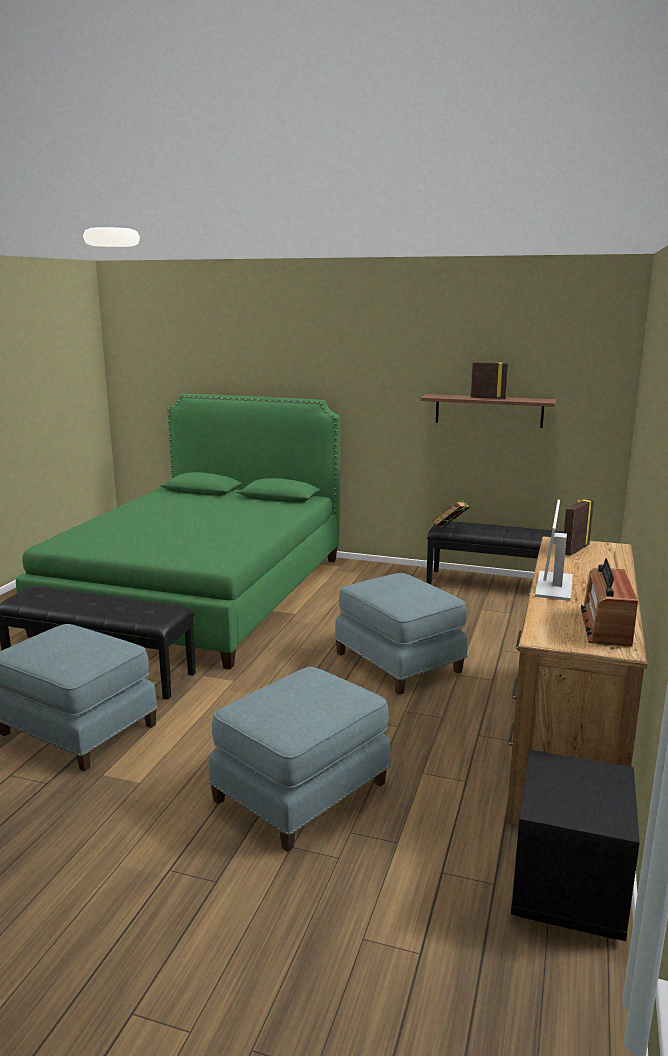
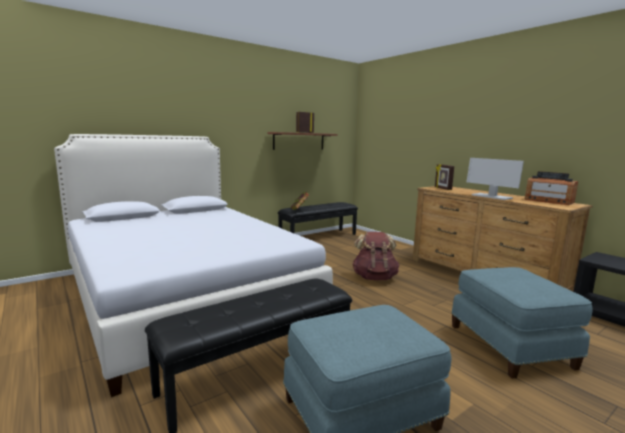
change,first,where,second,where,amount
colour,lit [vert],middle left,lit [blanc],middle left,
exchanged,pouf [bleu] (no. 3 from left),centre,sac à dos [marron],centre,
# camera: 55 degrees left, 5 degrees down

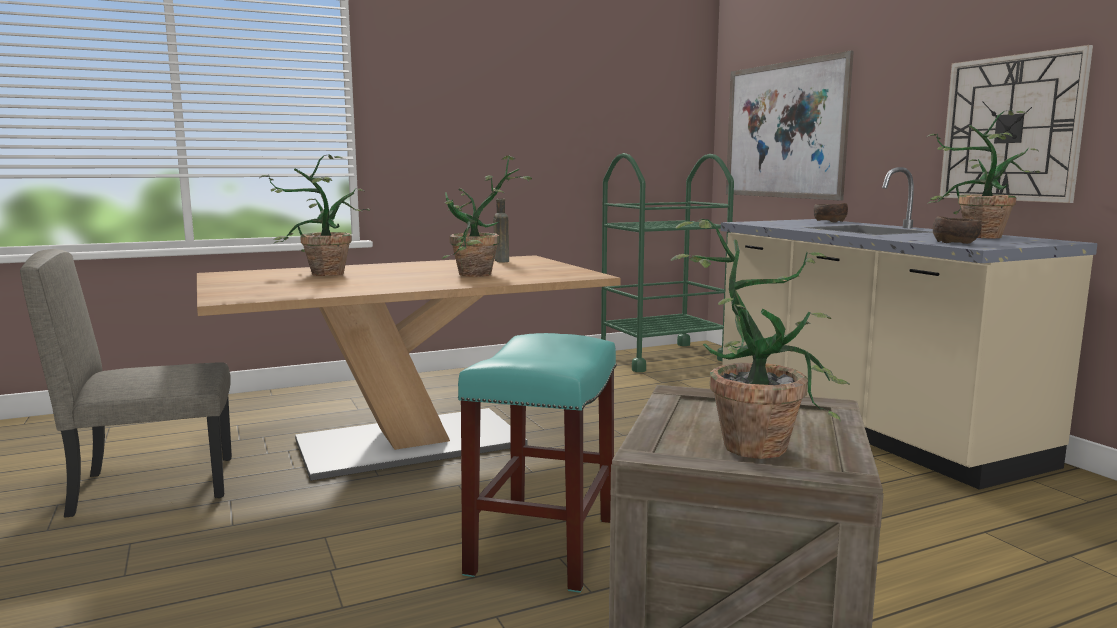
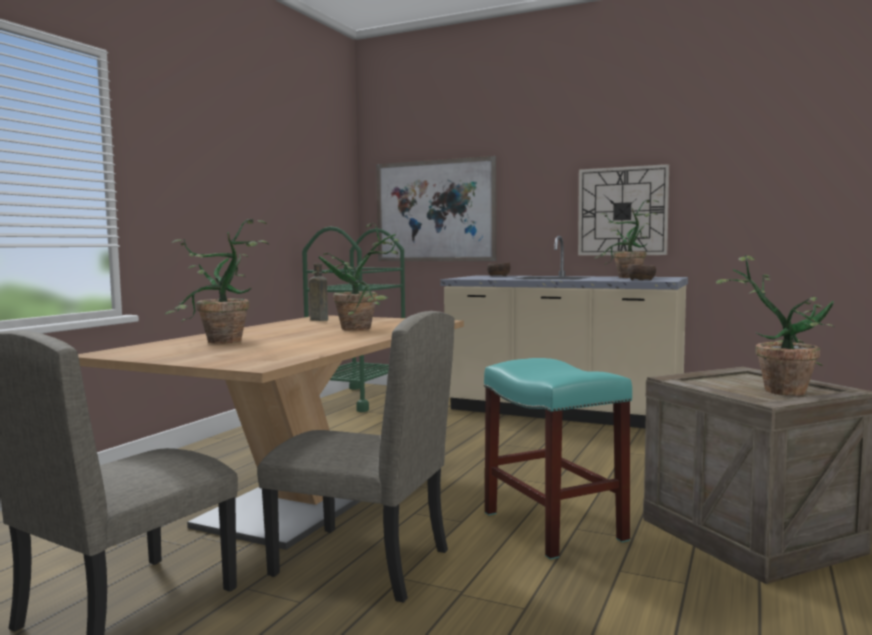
change,first,where,second,where,amount
appeared,,,chaise [beige] (no. 2 from left),bottom centre,
# camera: 40 degrees left, 5 degrees down

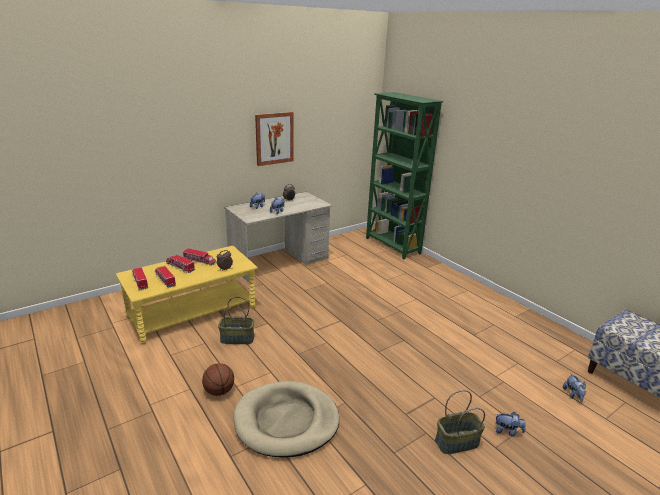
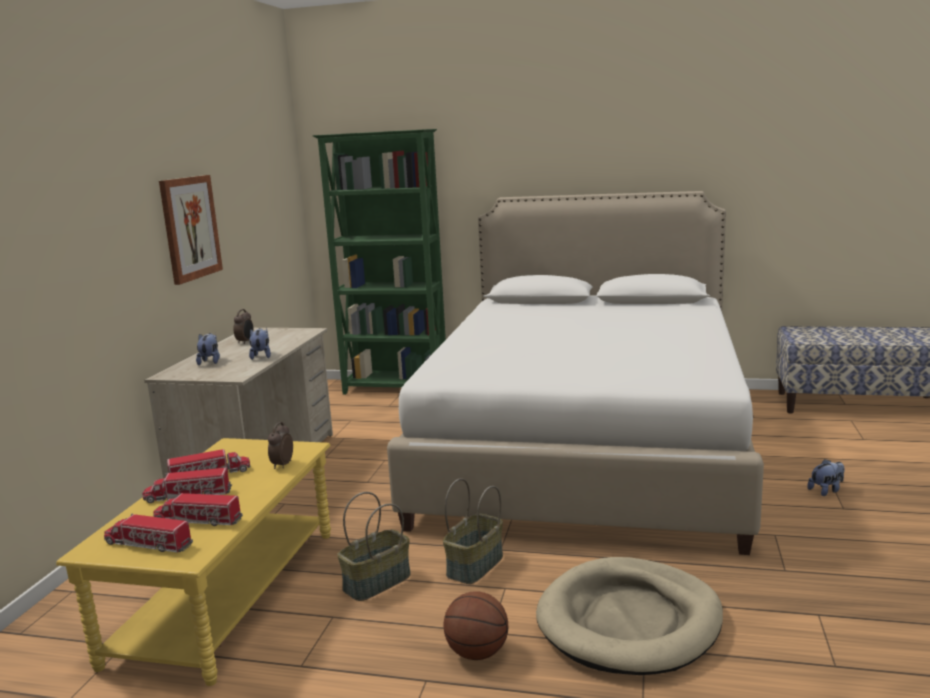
change,first,where,second,where,amount
missing,peluche (no. 4 from left),bottom right,,,
relocated,panier (no. 2 from left),bottom right,,bottom centre,
appeared,,,lit [blanc],centre,
# camera: 40 degrees left, 10 degrees down

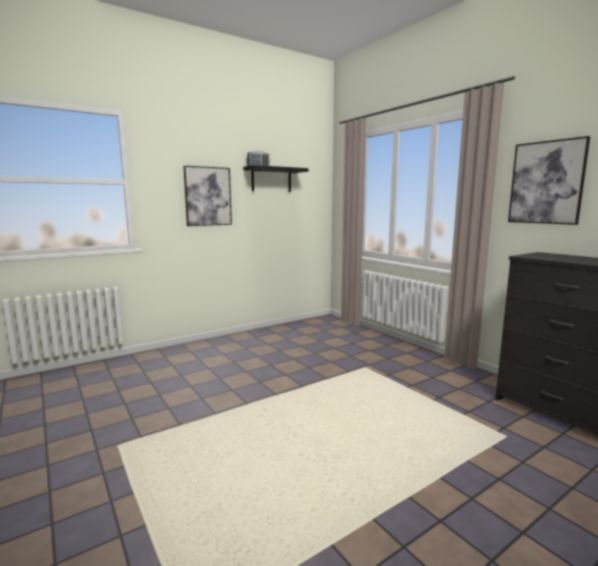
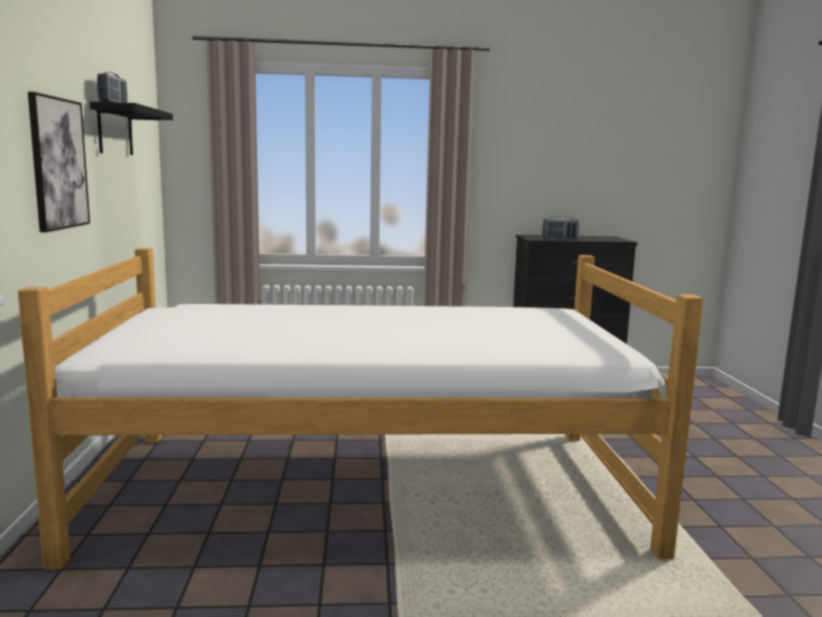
change,first,where,second,where,amount
missing,tableau (no. 2 from left),top right,,,
appeared,,,radio (no. 2 from left),middle right,
appeared,,,lit,centre,
# camera: 60 degrees left, 0 degrees up

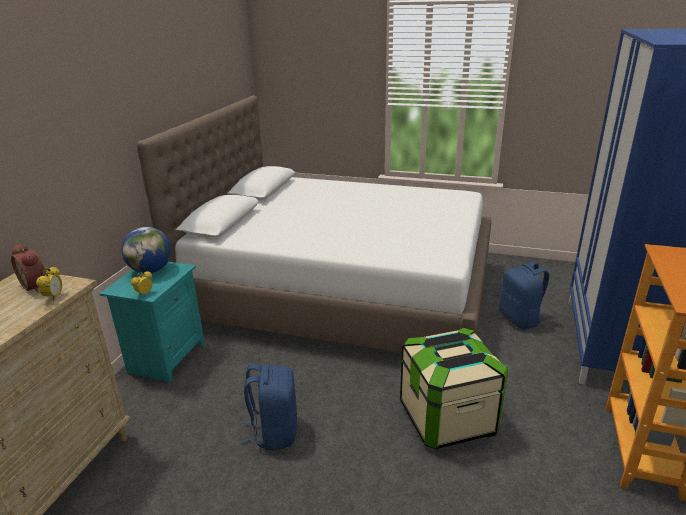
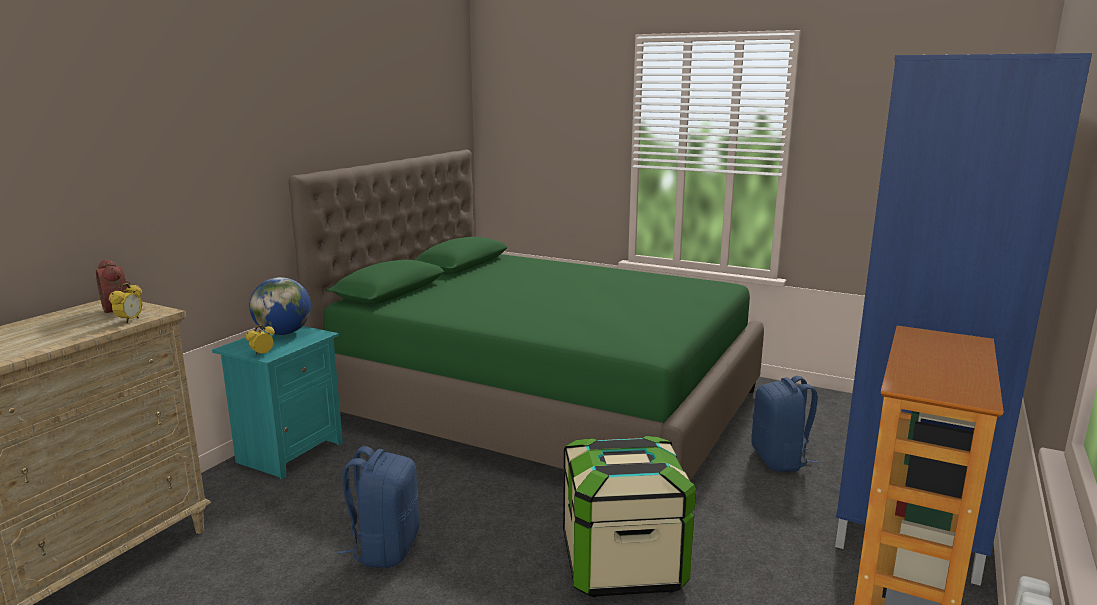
change,first,where,second,where,amount
colour,lit [blanc],centre,lit [vert],centre,
# camera: 10 degrees right, 10 degrees down

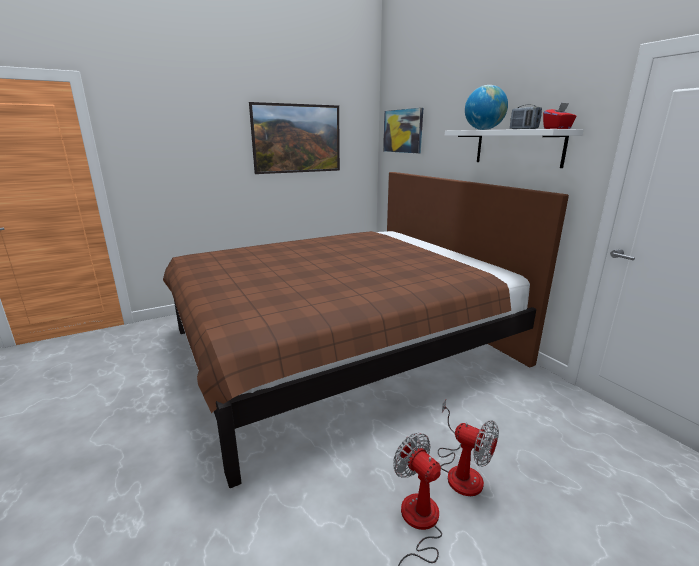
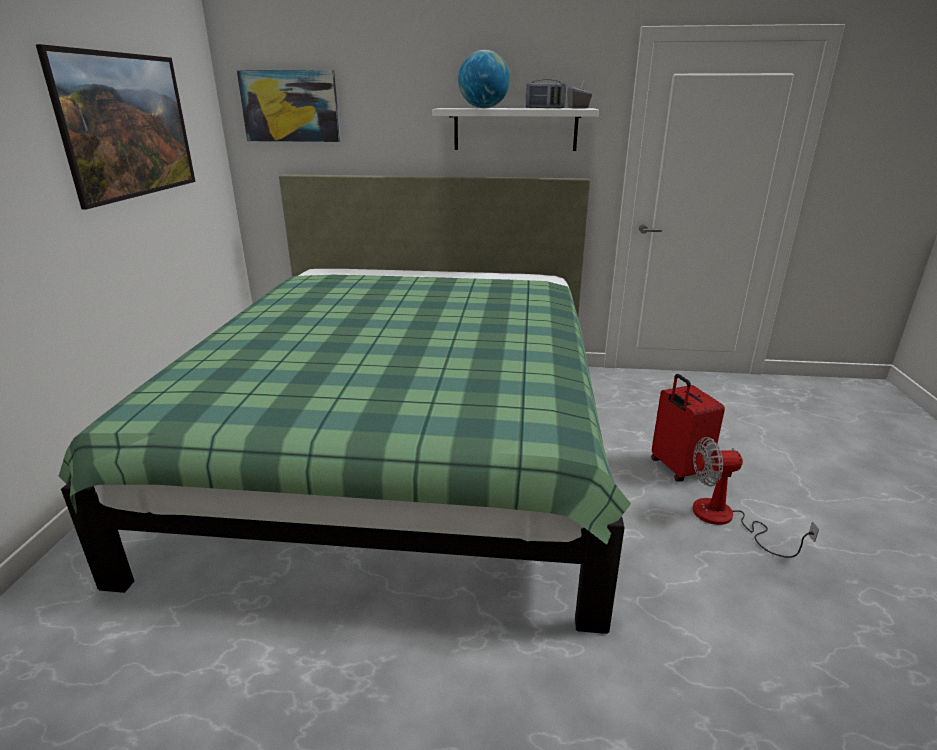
change,first,where,second,where,amount
colour,boîte à mouchoirs [rouge],top right,boîte à mouchoirs [gris],top centre,
colour,lit [marron],centre,lit [vert],centre,
exchanged,ventilateur (no. 2 from left),bottom right,valise [rouge],middle right,
# camera: 55 degrees left, 5 degrees up

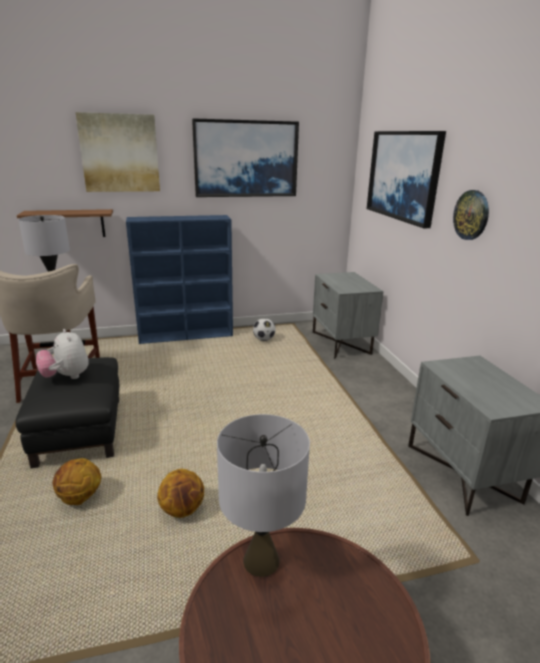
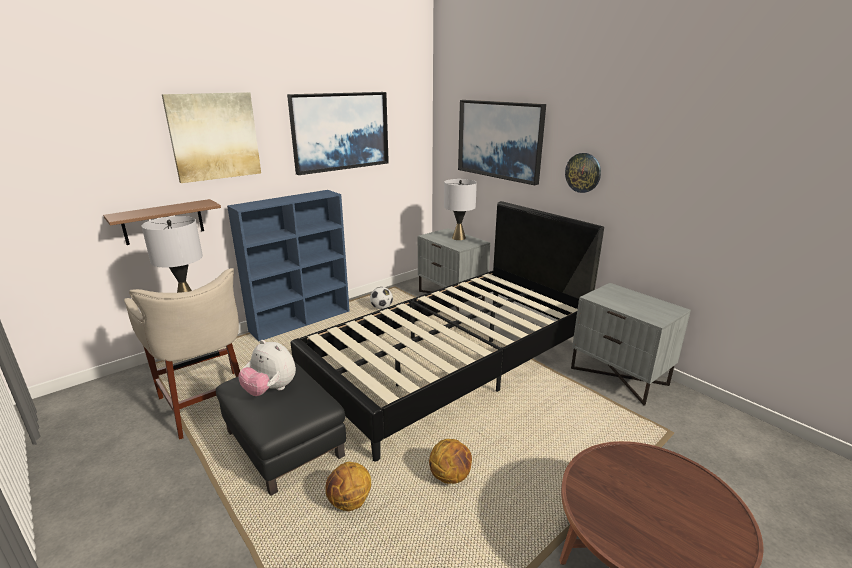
change,first,where,second,where,amount
relocated,lampe de table [gris] (no. 2 from left),bottom centre,,centre,
appeared,,,lit [noir],centre,
# camera: 25 degrees left, 0 degrees up

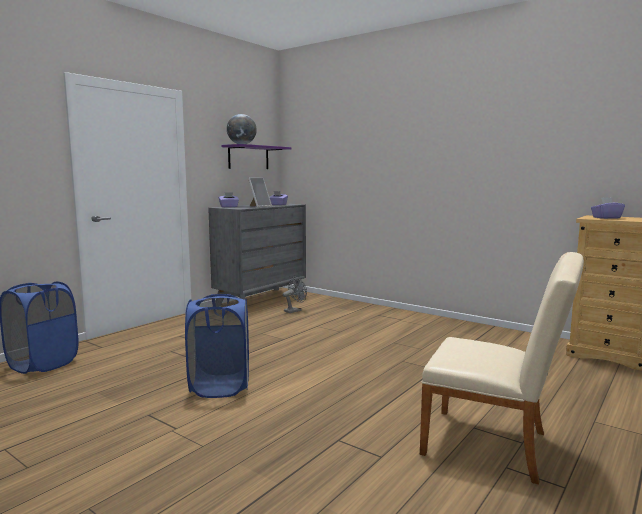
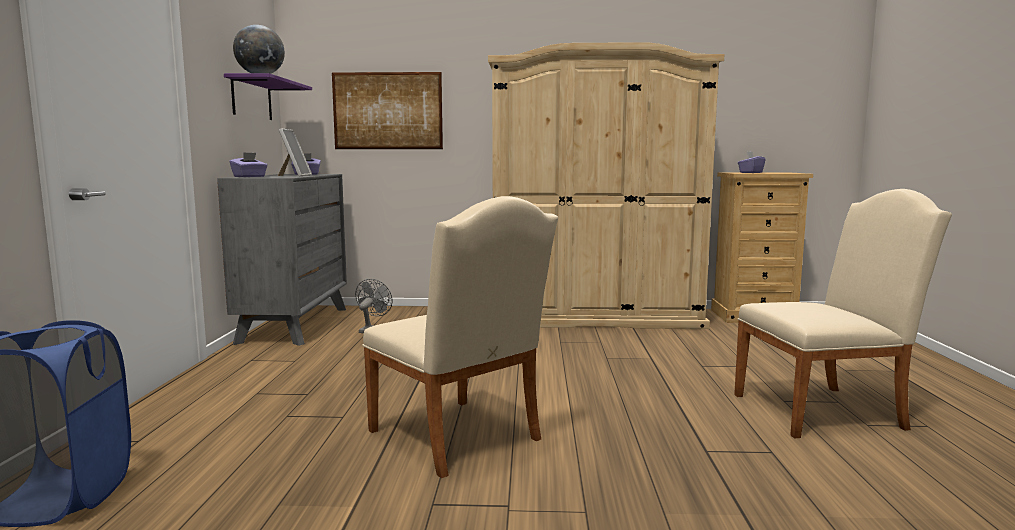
change,first,where,second,where,amount
exchanged,panier à linge [bleu] (no. 2 from left),bottom centre,chaise [beige] (no. 1 from left),centre,
appeared,,,armoire [beige],centre,
appeared,,,tableau,top centre,
# camera: 35 degrees left, 0 degrees up

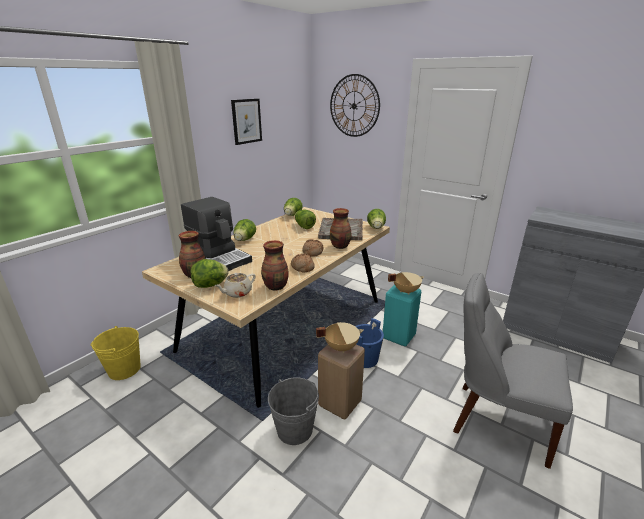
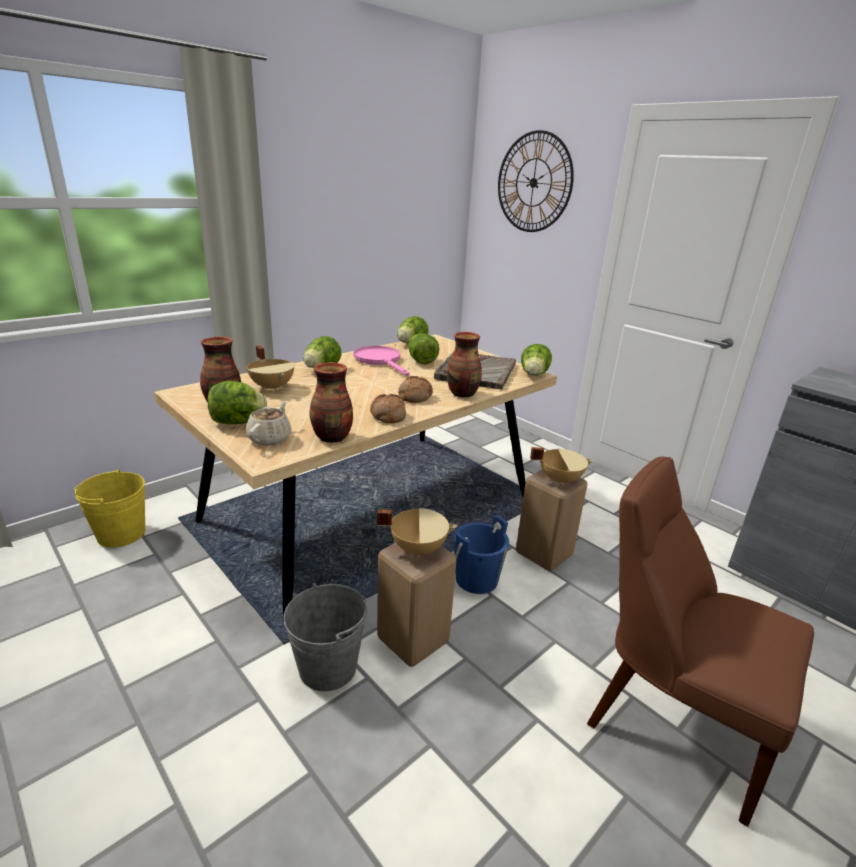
change,first,where,second,where,amount
missing,tableau,top centre,,,
exchanged,machine à café,centre,marmite [beige] (no. 1 from left),middle left,
spun,théière [beige],centre,,middle left,135 degrees clockwise
colour,chaise [gris],bottom right,chaise [marron],bottom right,
colour,tabouret [turquoise],centre,tabouret [beige] (no. 2 from left),centre,
appeared,,,poêle [rose],centre,
# camera: 10 degrees right, 0 degrees up

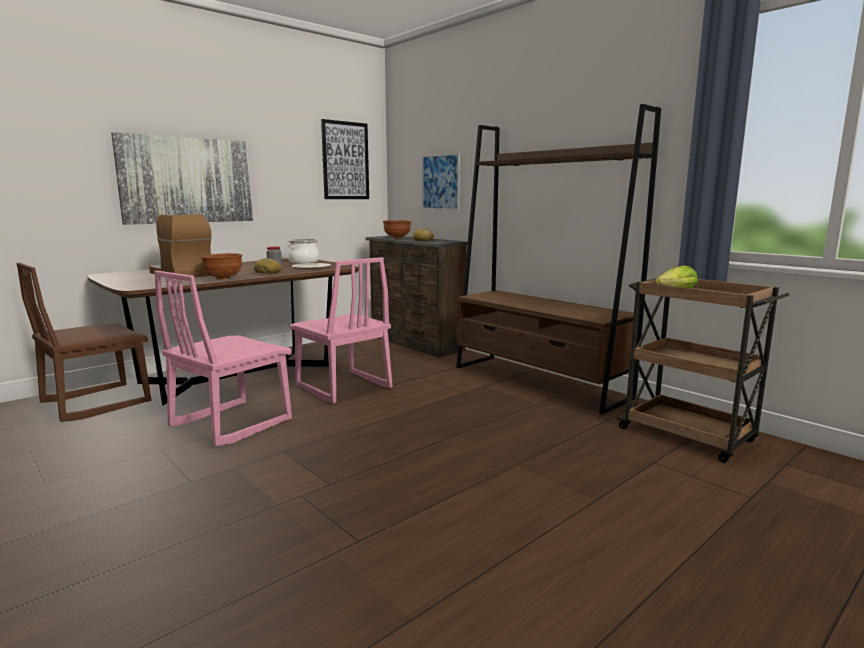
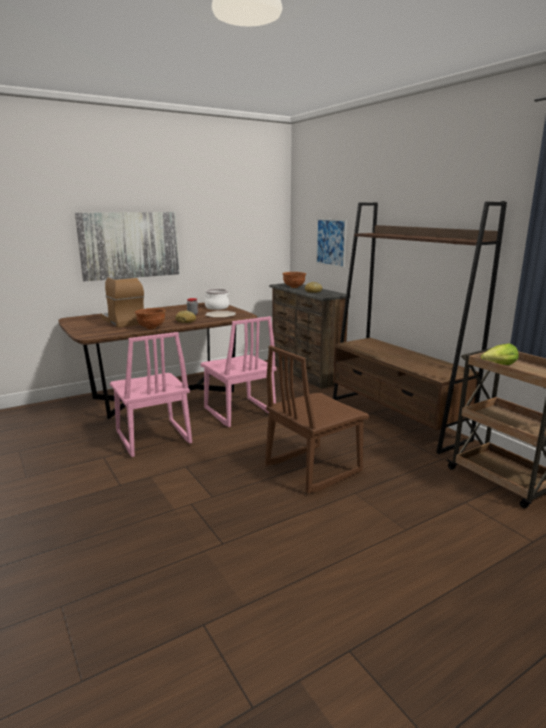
change,first,where,second,where,amount
missing,tableau (no. 2 from left),top centre,,,
relocated,chaise [marron],middle left,,centre,
spun,chaise [rose] (no. 1 from left),middle left,,middle left,75 degrees counterclockwise
# camera: 10 degrees right, 5 degrees up

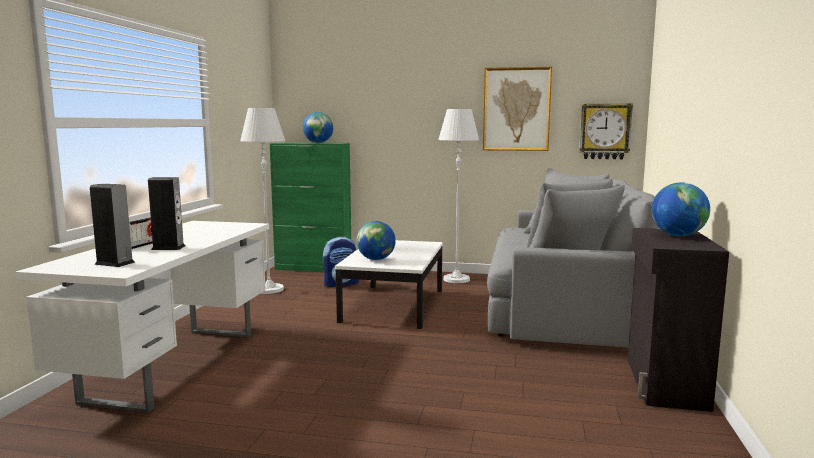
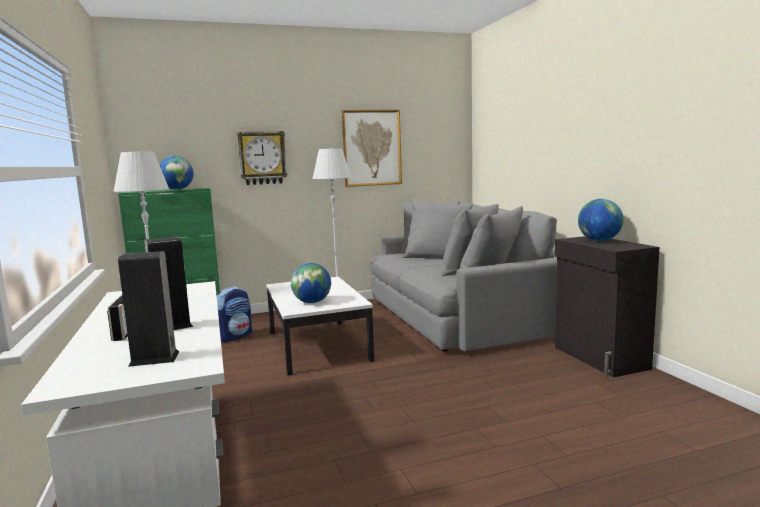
change,first,where,second,where,amount
relocated,horloge murale,top right,,top centre,
# camera: 30 degrees left, 0 degrees up

